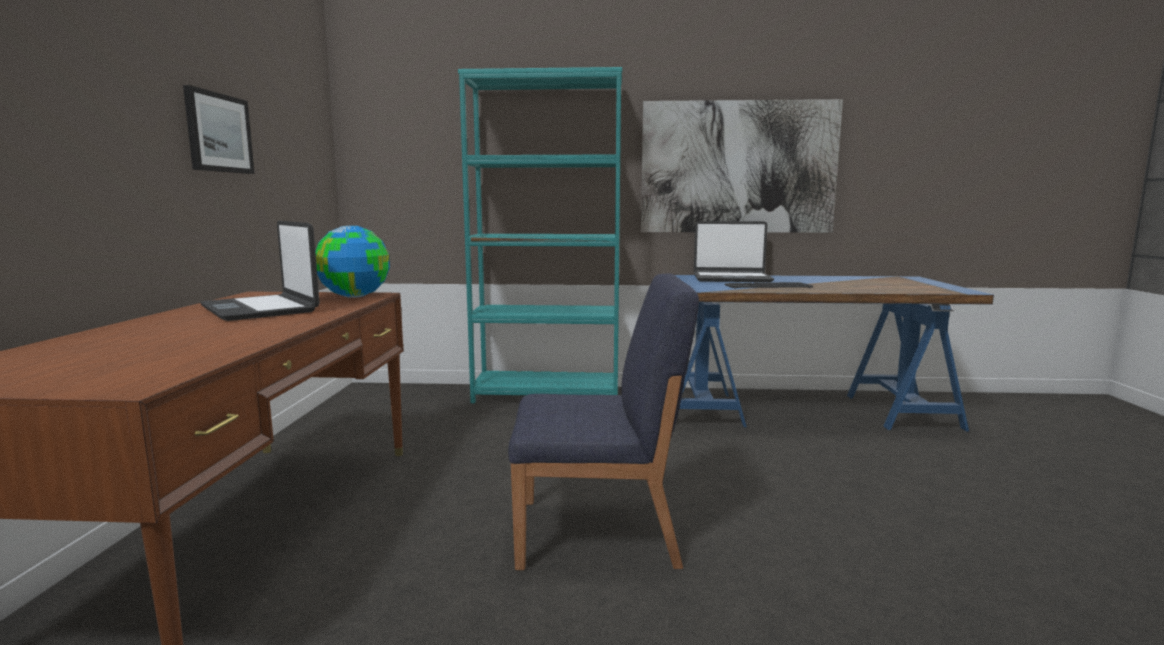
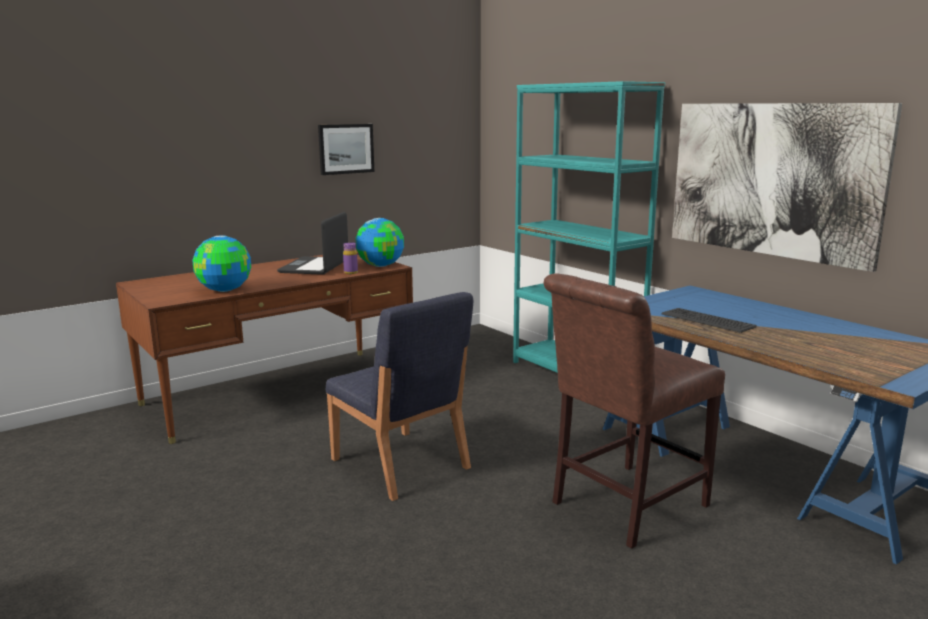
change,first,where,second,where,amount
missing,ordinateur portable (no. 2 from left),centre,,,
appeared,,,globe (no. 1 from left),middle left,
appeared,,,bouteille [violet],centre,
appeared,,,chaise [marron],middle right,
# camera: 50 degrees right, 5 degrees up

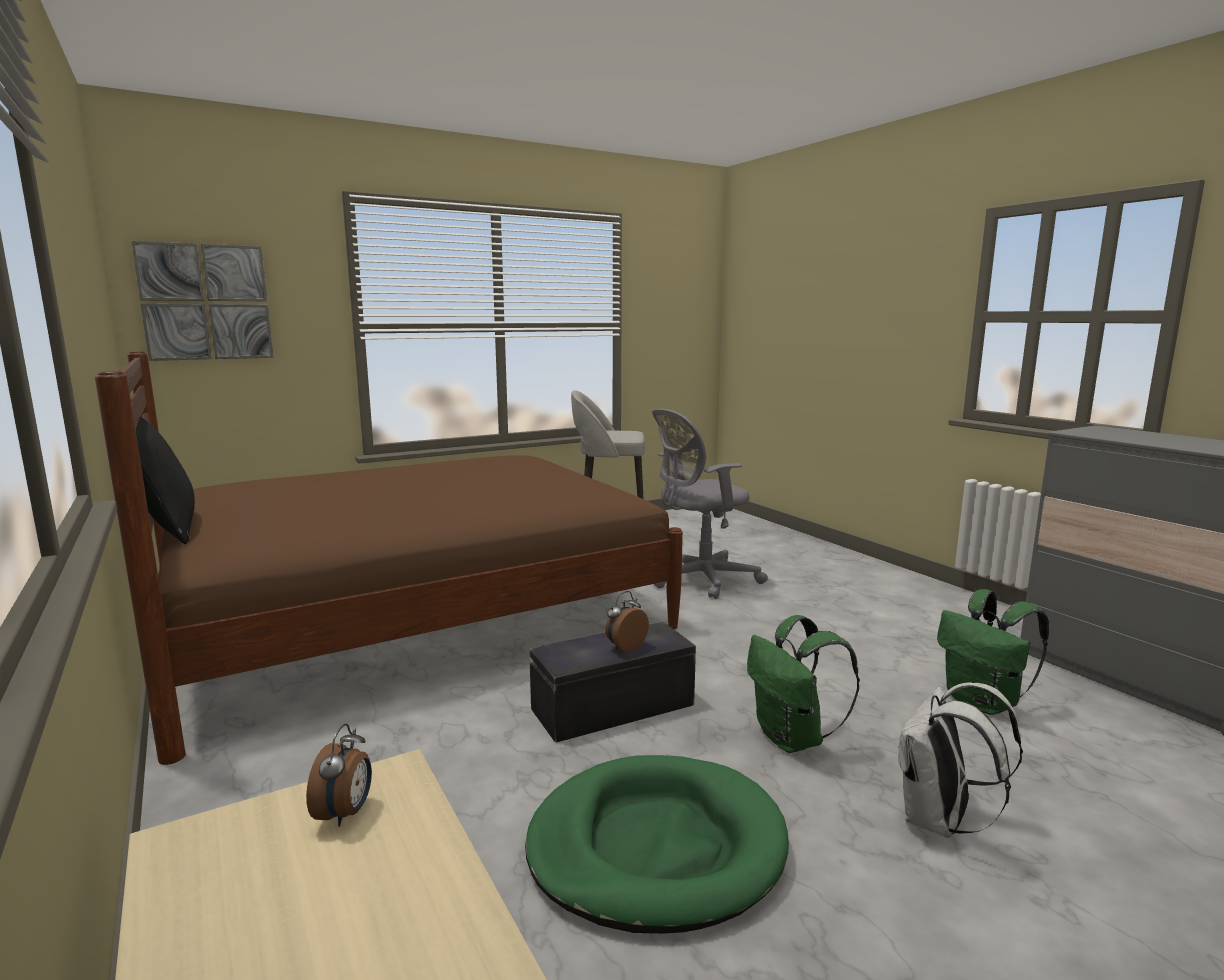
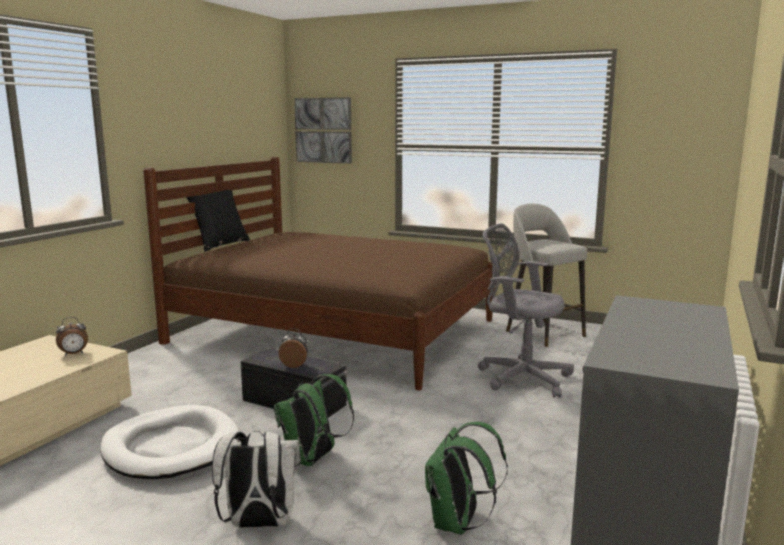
change,first,where,second,where,amount
colour,panier pour chien [vert],bottom centre,panier pour chien [blanc],bottom left,
# camera: 55 degrees right, 0 degrees up

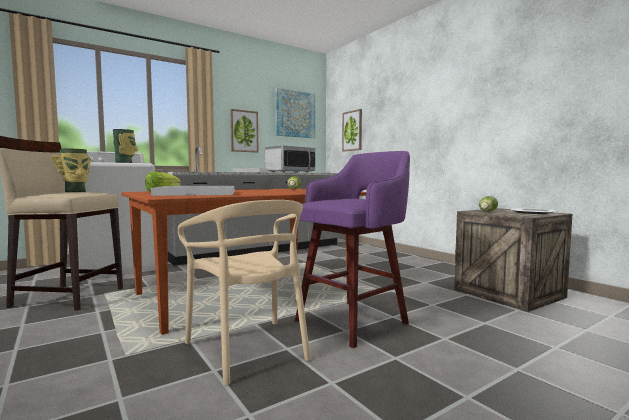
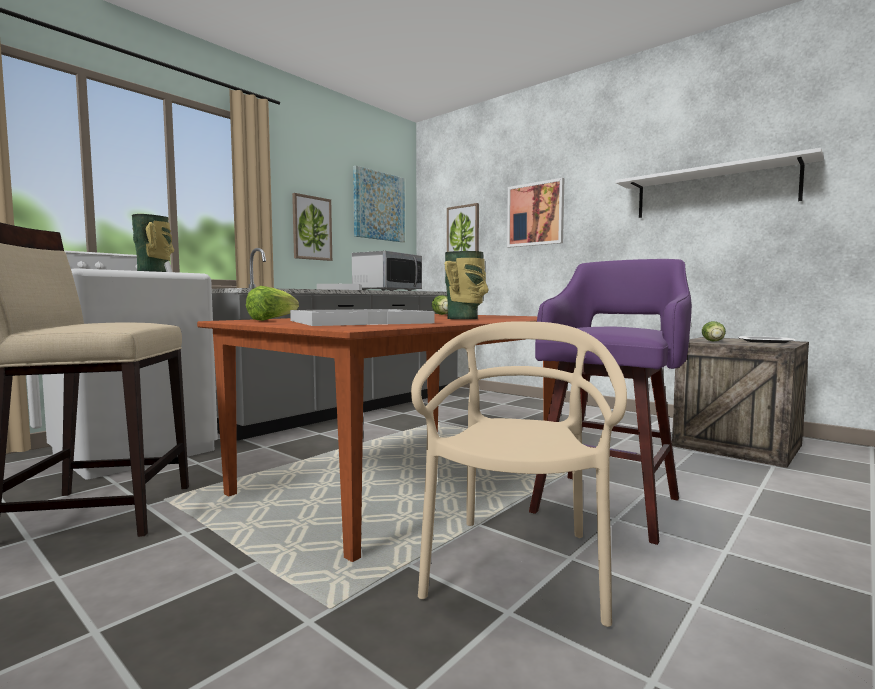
change,first,where,second,where,amount
relocated,vase (no. 1 from left in the first image),middle left,vase (no. 2 from left),centre,
spun,chaise [beige],bottom centre,,bottom centre,120 degrees counterclockwise
appeared,,,étagère [blanc],top right,
appeared,,,tableau (no. 4 from left),top centre,
# camera: 15 degrees left, 0 degrees up

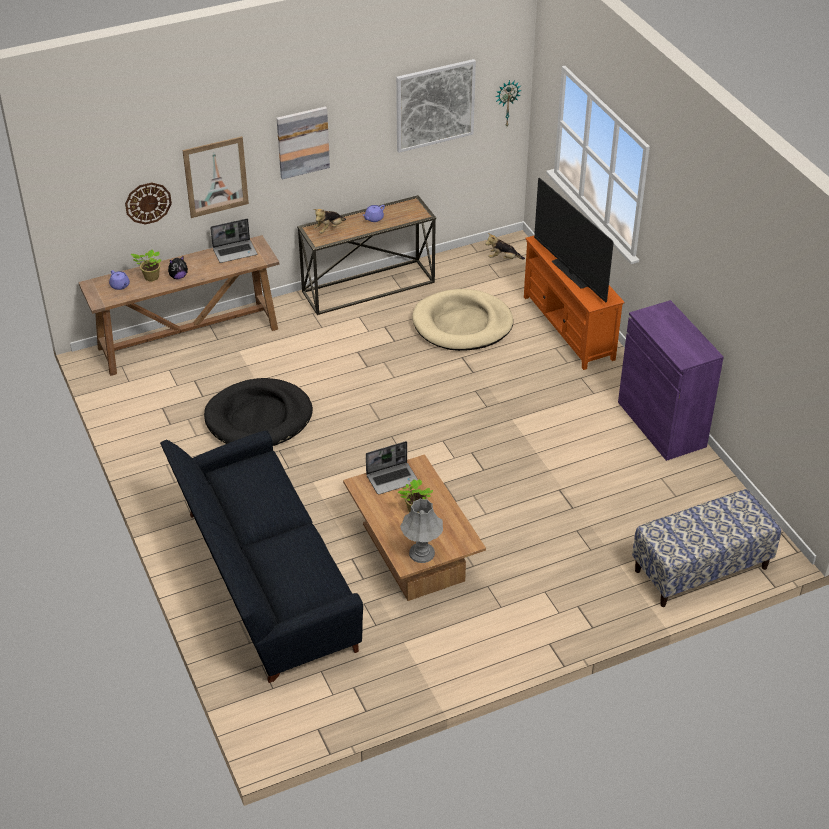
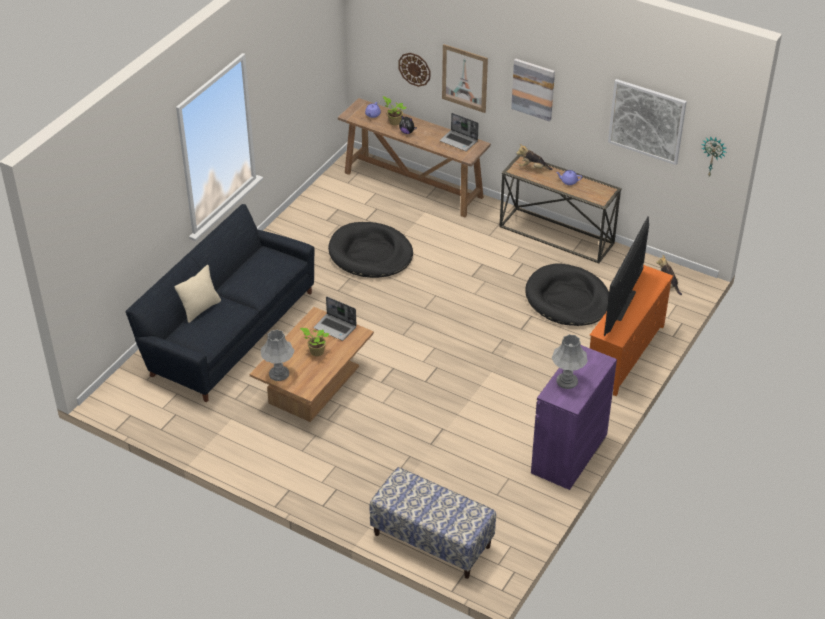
change,first,where,second,where,amount
colour,panier pour chien [beige],centre,panier pour chien [noir] (no. 2 from left),middle right,
appeared,,,coussin [beige],middle left,
appeared,,,lampe de table [gris] (no. 2 from left),middle right,
# camera: 55 degrees right, 0 degrees up

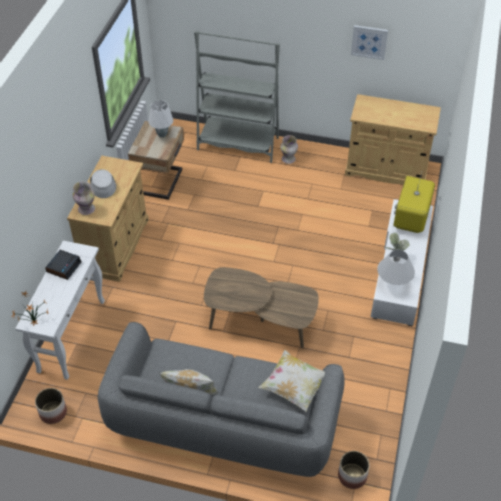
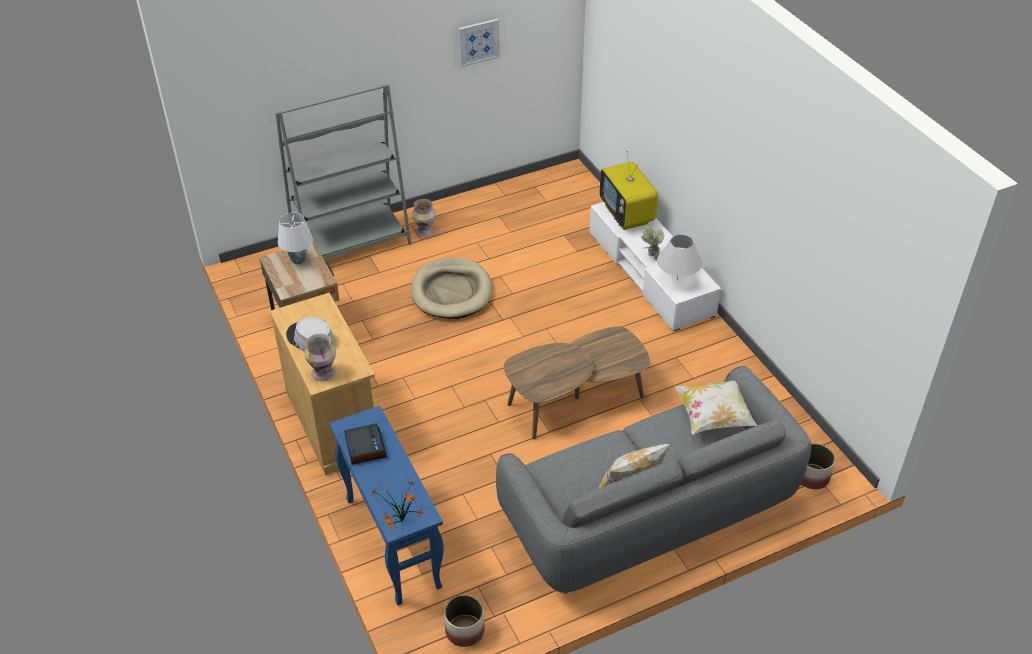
change,first,where,second,where,amount
missing,meuble de rangement [beige] (no. 2 from left),top right,,,
colour,table console [blanc],middle left,table console [bleu],bottom centre,
appeared,,,panier pour chien [beige],centre,
# camera: 40 degrees left, 5 degrees down

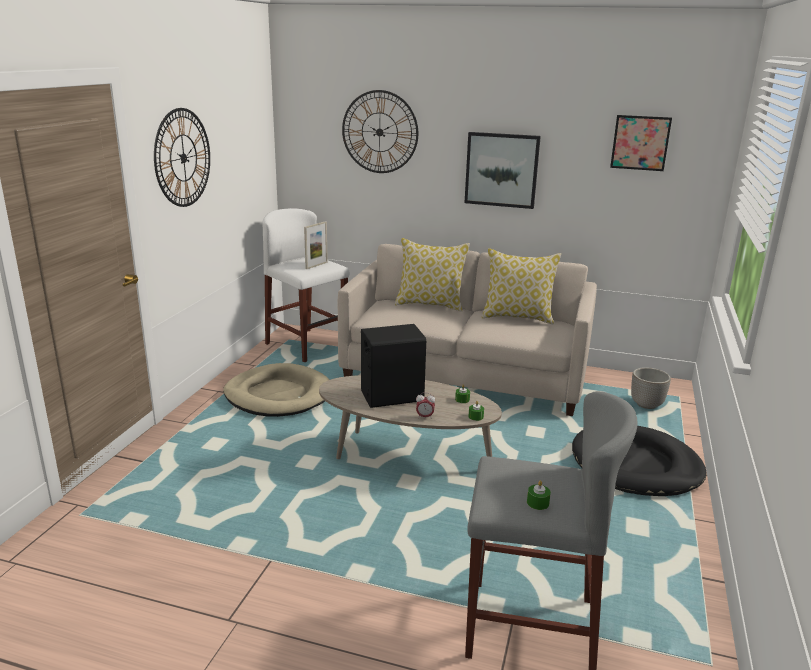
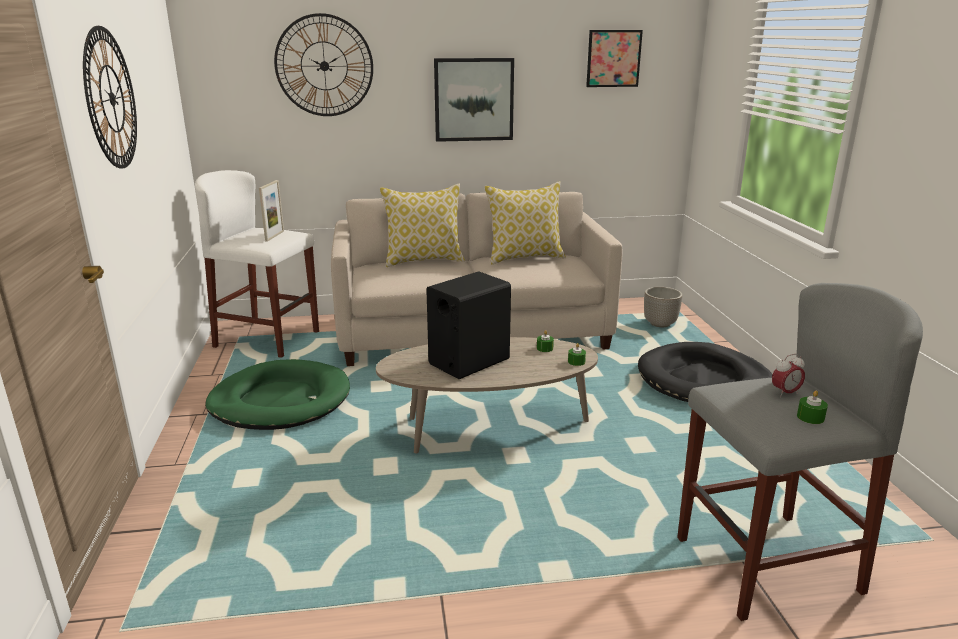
change,first,where,second,where,amount
colour,panier pour chien [beige],centre,panier pour chien [vert],middle left,
relocated,réveil,centre,,middle right,
# camera: 25 degrees left, 0 degrees up

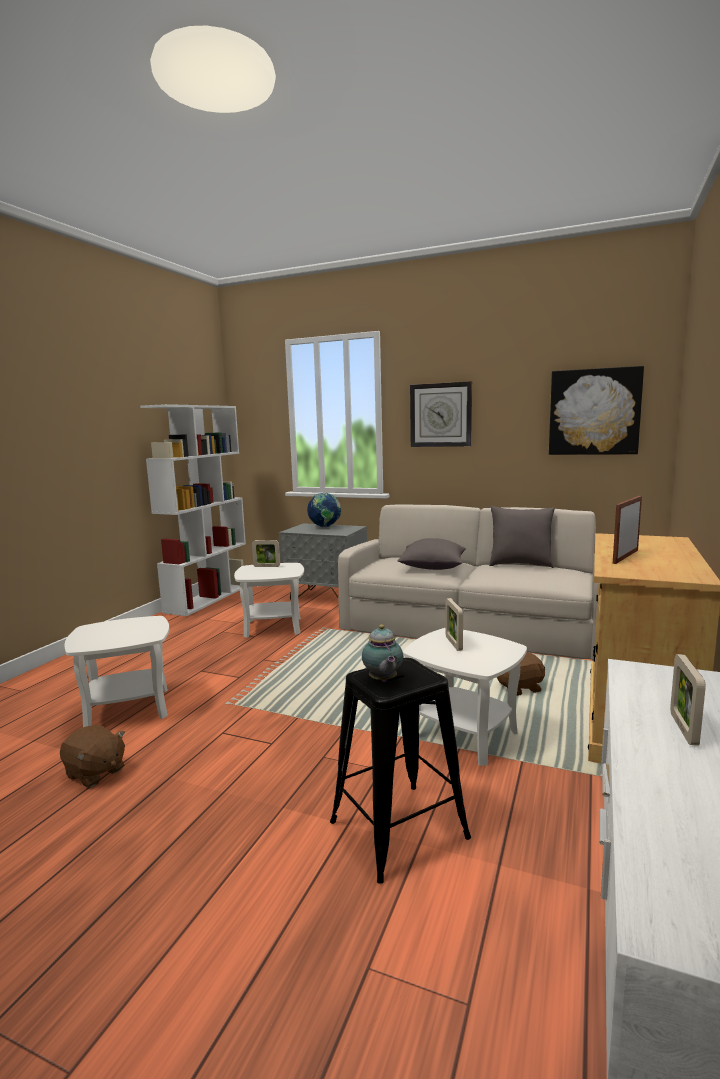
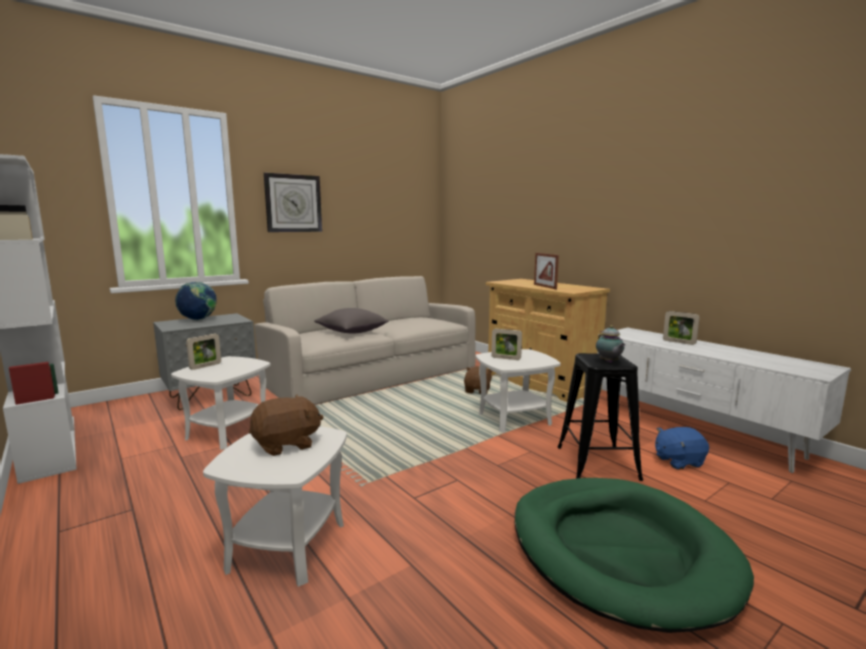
change,first,where,second,where,amount
missing,tableau,middle right,,,
missing,coussin [gris] (no. 2 from left),middle right,,,
spun,théière,centre,,middle right,60 degrees clockwise
relocated,peluche [marron] (no. 1 from left),bottom left,,middle left,
appeared,,,peluche [bleu],bottom right,
appeared,,,panier pour chien [vert],bottom right,
# camera: 60 degrees left, 0 degrees up

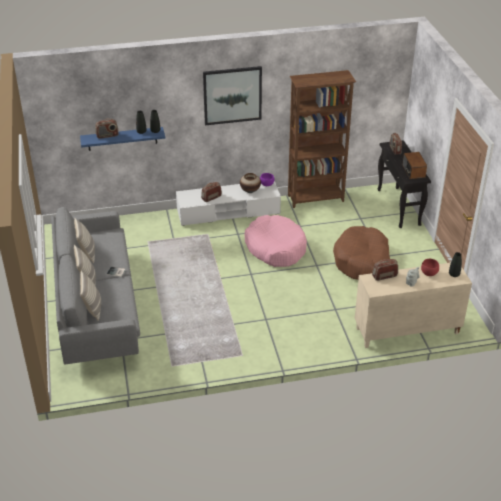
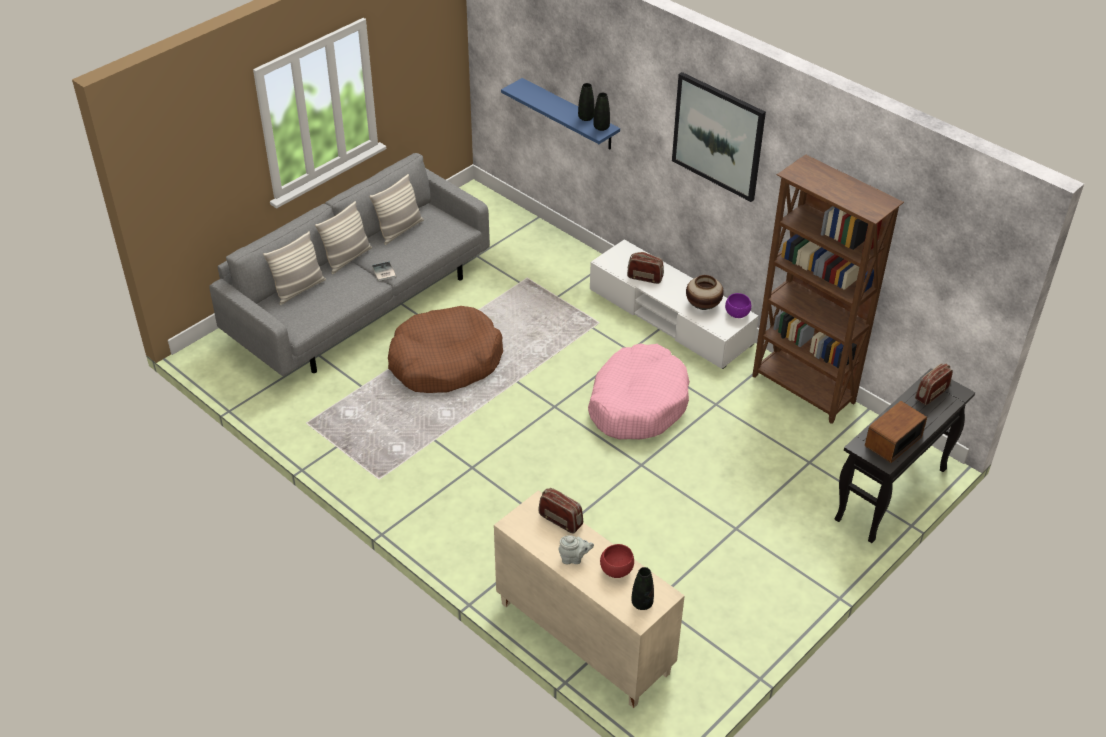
change,first,where,second,where,amount
missing,radio (no. 1 from left),top left,,,
relocated,panier pour chien [marron],middle right,,centre,
# camera: 55 degrees right, 5 degrees up

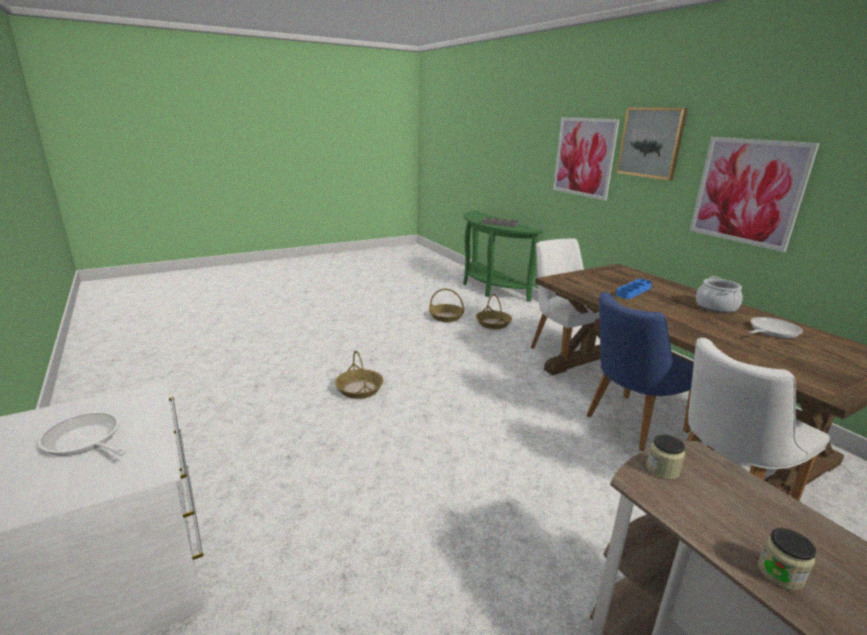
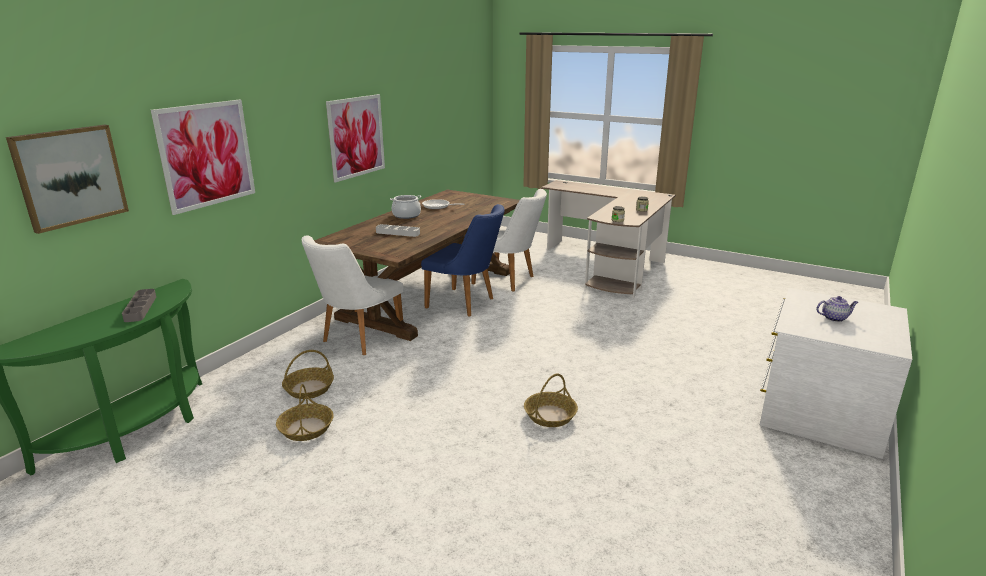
change,first,where,second,where,amount
relocated,tableau (no. 2 from left in the first image),top right,tableau (no. 1 from left),top left,
colour,plateau [bleu],middle right,plateau [gris] (no. 2 from left),centre,
exchanged,poêle (no. 1 from left),bottom left,théière,middle right,
# camera: 120 degrees left, 0 degrees up

